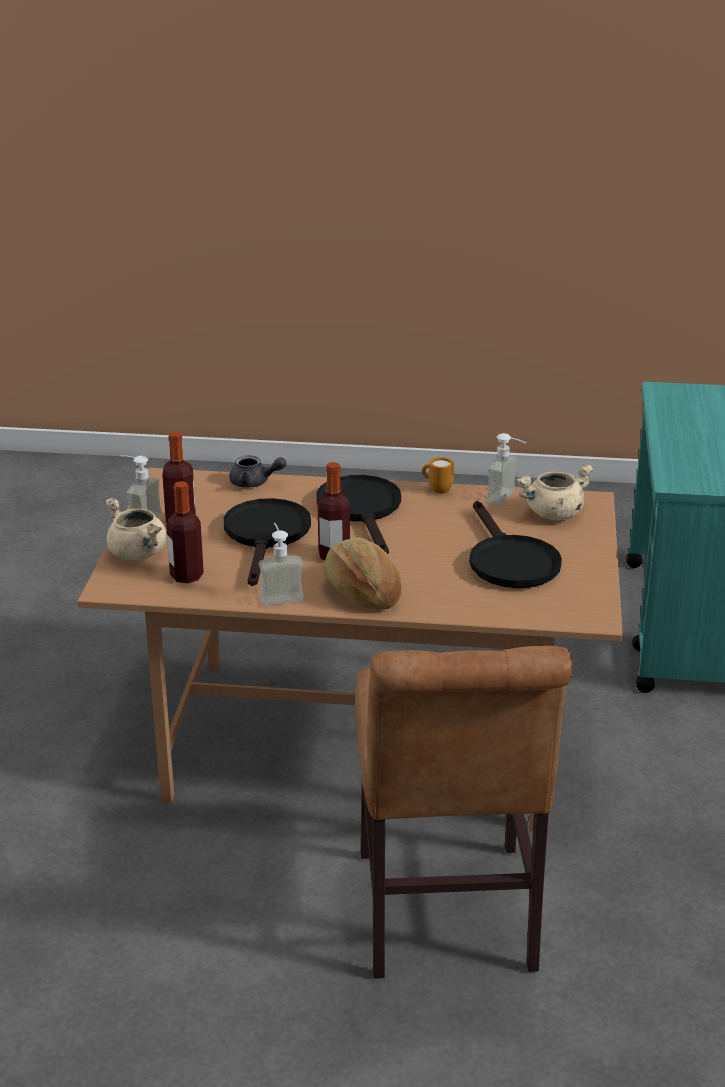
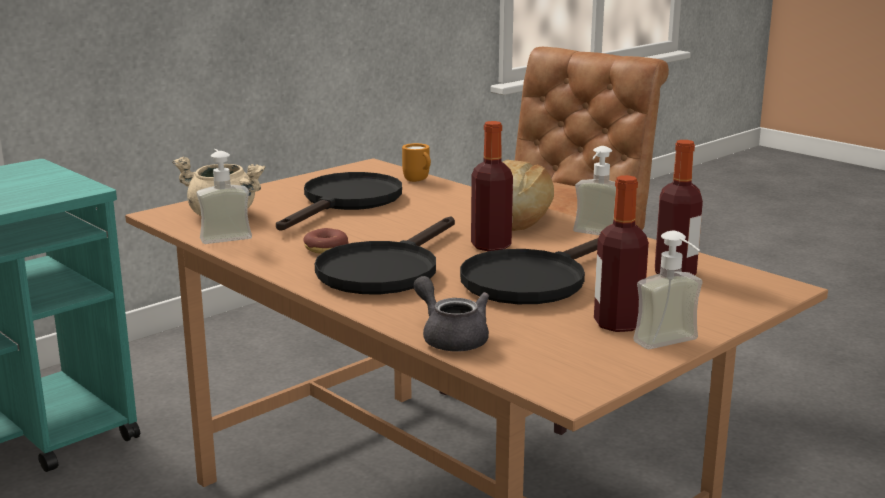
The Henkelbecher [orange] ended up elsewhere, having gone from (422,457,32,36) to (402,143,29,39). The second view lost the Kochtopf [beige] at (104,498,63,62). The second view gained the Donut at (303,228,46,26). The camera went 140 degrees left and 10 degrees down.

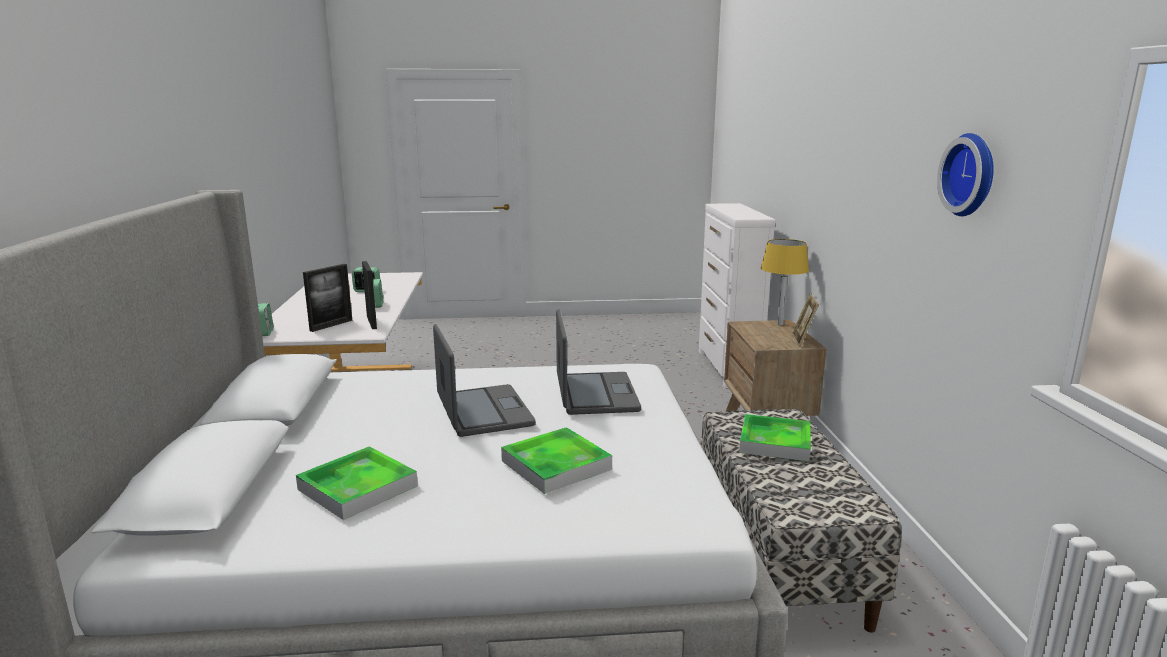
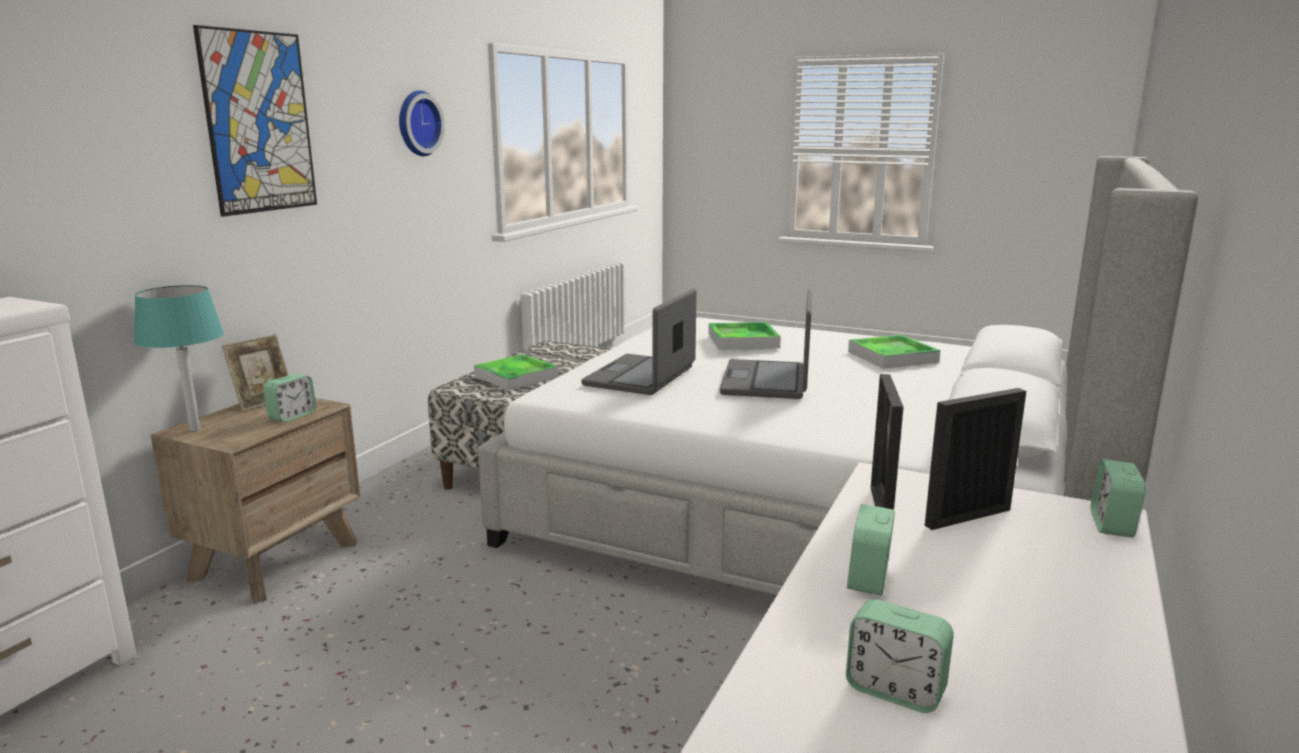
What was the Tischlampe [gelb] at (761,239,48,86) turned into the Tischlampe [türkis] at (134,285,90,146). The second view gained the Bild at (193,25,124,192). The second view gained the Wecker at (263,374,53,48). The camera went 150 degrees left and 0 degrees up.

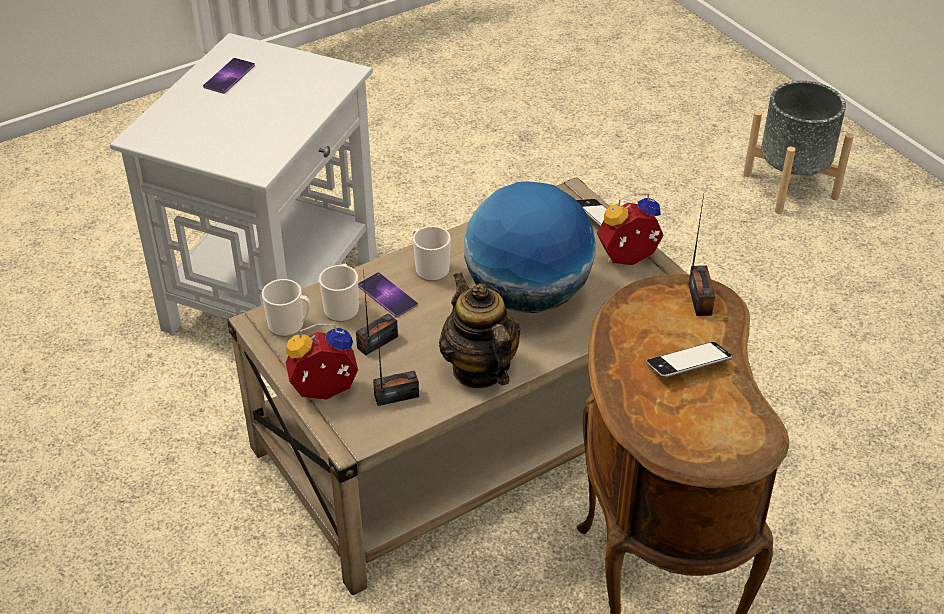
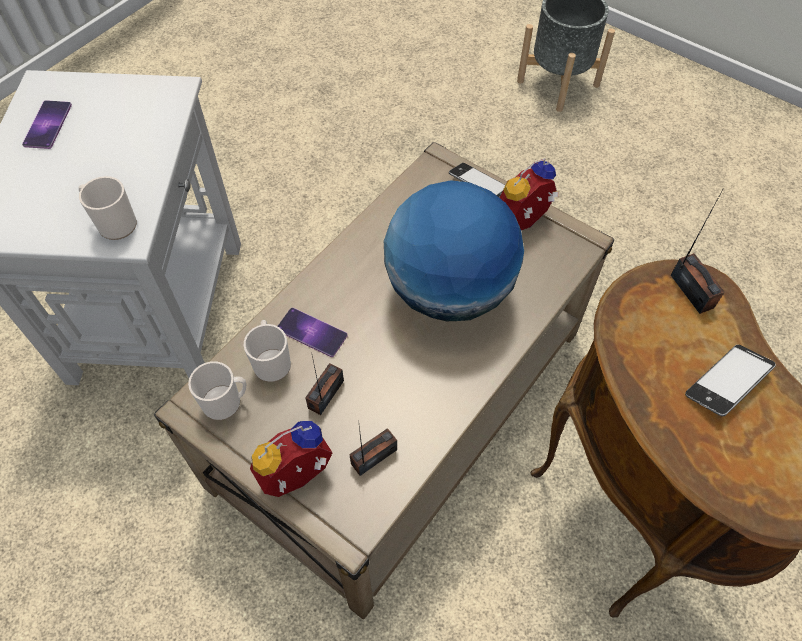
The Henkelbecher ended up elsewhere, having gone from (413,226,38,56) to (78,176,59,64). The second view lost the Teekanne at (439,272,82,116). The camera went 20 degrees left and 15 degrees up.

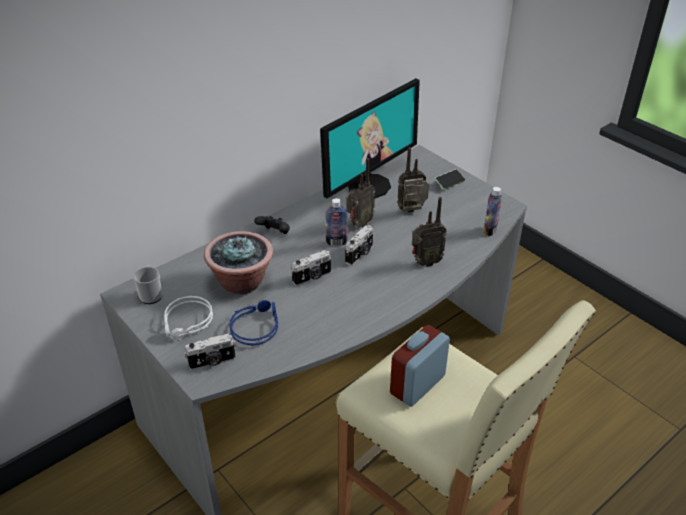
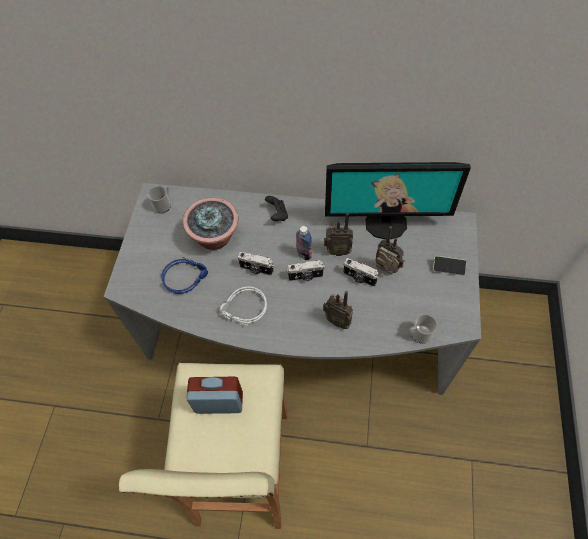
Where the Flasche stood at (484,187,18,49), the Henkelbecher came to stand at (410,314,28,30). The Kopfhörer [grau] ended up elsewhere, having gone from (164,296,49,44) to (219,286,48,40). The Kamera ended up elsewhere, having gone from (184,333,52,37) to (343,258,36,29). The camera went 50 degrees right and 20 degrees up.

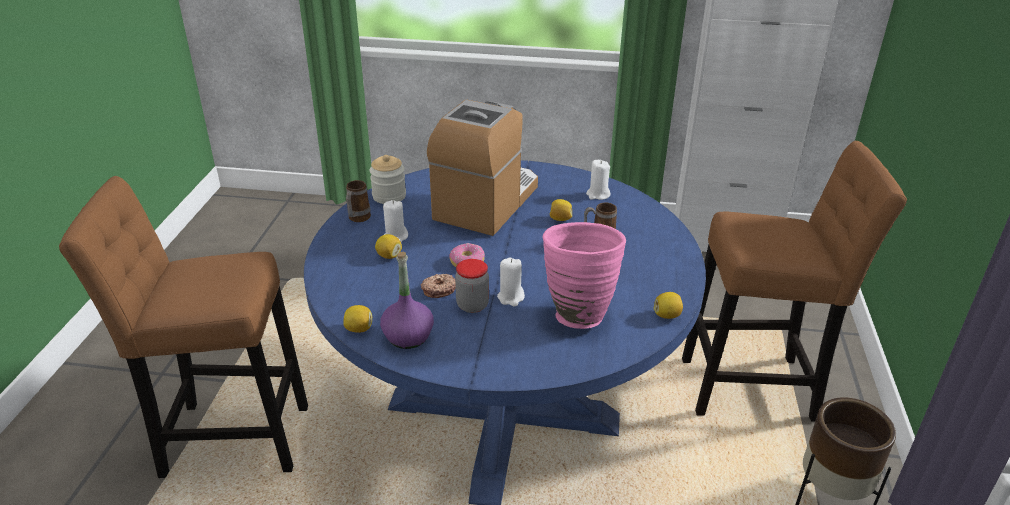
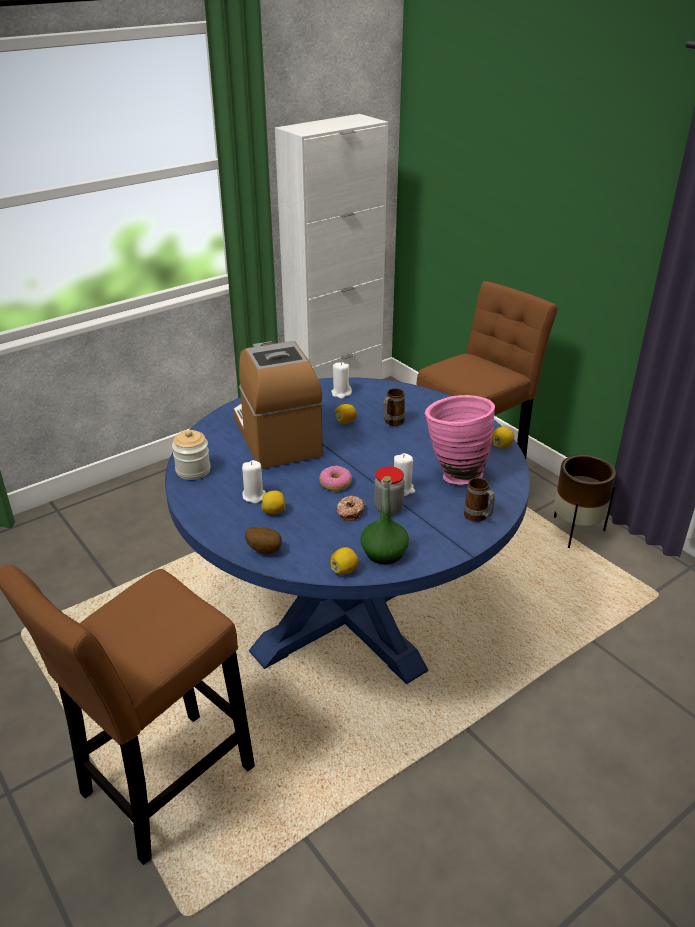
The Henkelbecher ended up elsewhere, having gone from (346,180,25,42) to (464,478,31,44). What was the Flasche [lila] at (380,252,54,97) turned into the Flasche [grün] at (360,476,49,88). The second view gained the Kartoffel at (245,527,37,27). The camera went 45 degrees left and 0 degrees up.

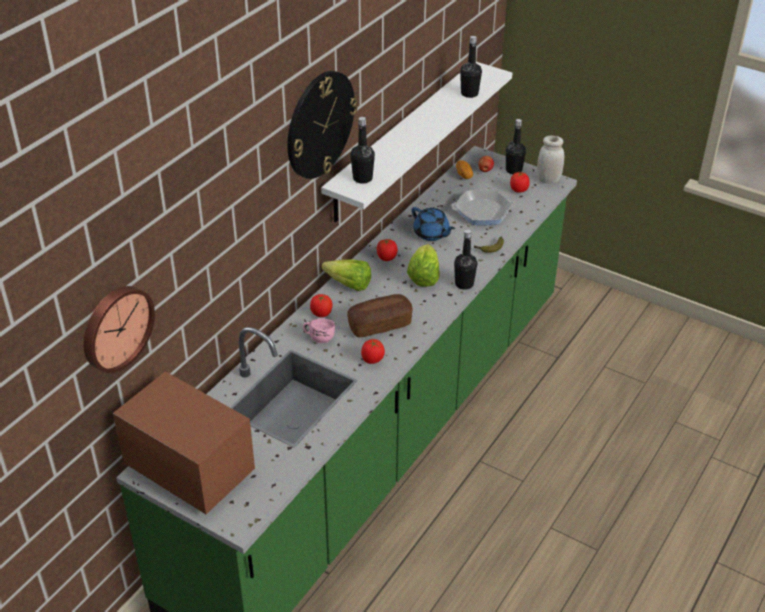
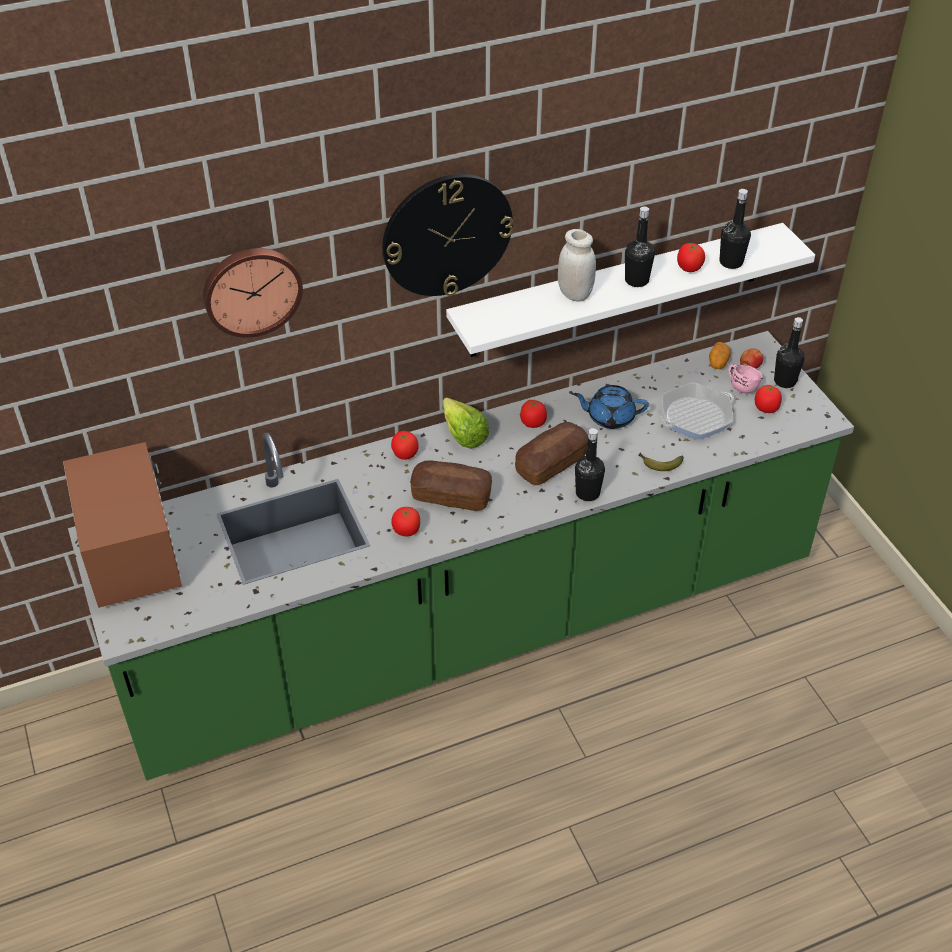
The Flasche [schwarz] ended up elsewhere, having gone from (350,117,25,67) to (625,206,30,81). The Vorratsglas [weiß] ended up elsewhere, having gone from (537,135,27,49) to (558,229,38,72). The Pfanne at (451,190,65,35) ended up facing another way, 60 degrees counterclockwise from before. The Teekanne [blau] at (412,207,43,34) ended up facing another way, 105 degrees clockwise from before. Where the Salatkopf stood at (407,244,33,43), the Brot came to stand at (515,422,73,63). The Wanduhr ended up elsewhere, having gone from (83,286,72,87) to (203,248,100,90). The Henkelbecher [rosa] ended up elsewhere, having gone from (303,318,32,25) to (728,364,34,30). The second view gained the Tomate at (677,243,28,29). The camera went 35 degrees right and 5 degrees up.

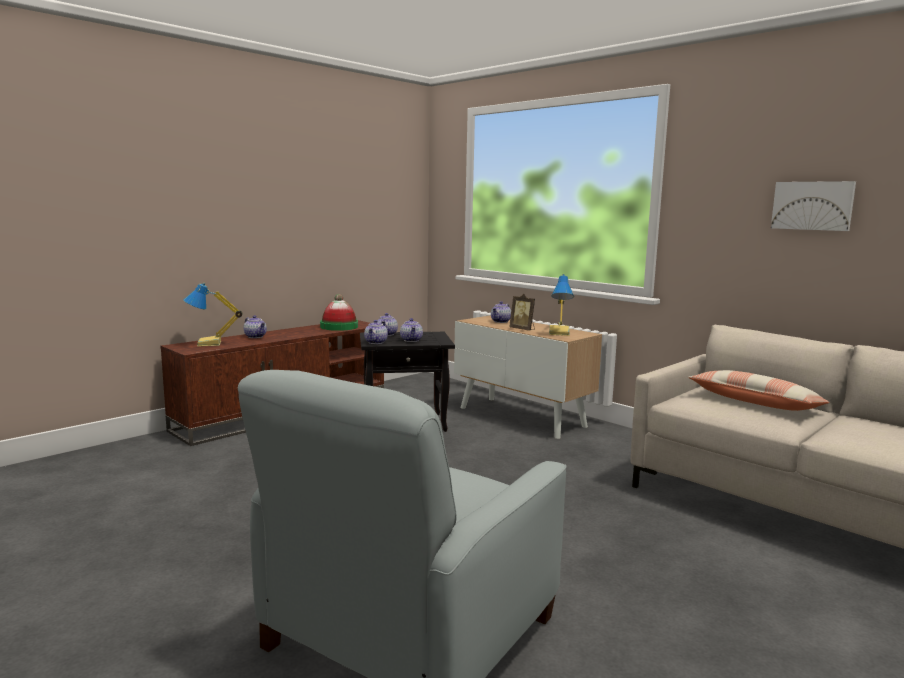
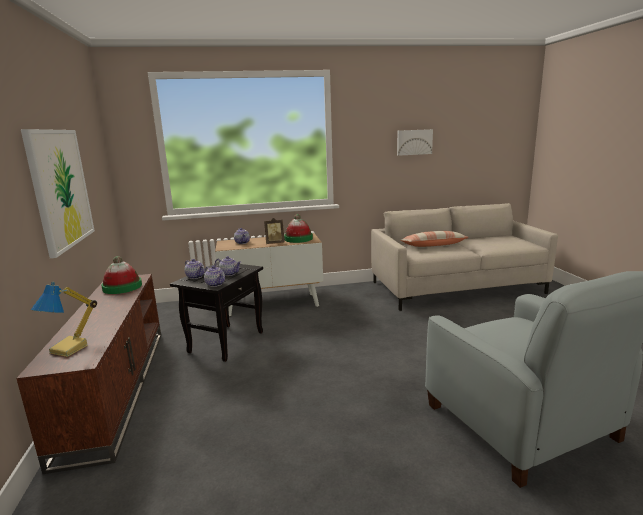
Where the Tischlampe stood at (549,274,25,62), the Hut came to stand at (284,214,29,29). The second view lost the Teekanne at (244,315,23,23). The second view gained the Bild at (21,129,74,129). The camera went 55 degrees left and 5 degrees up.

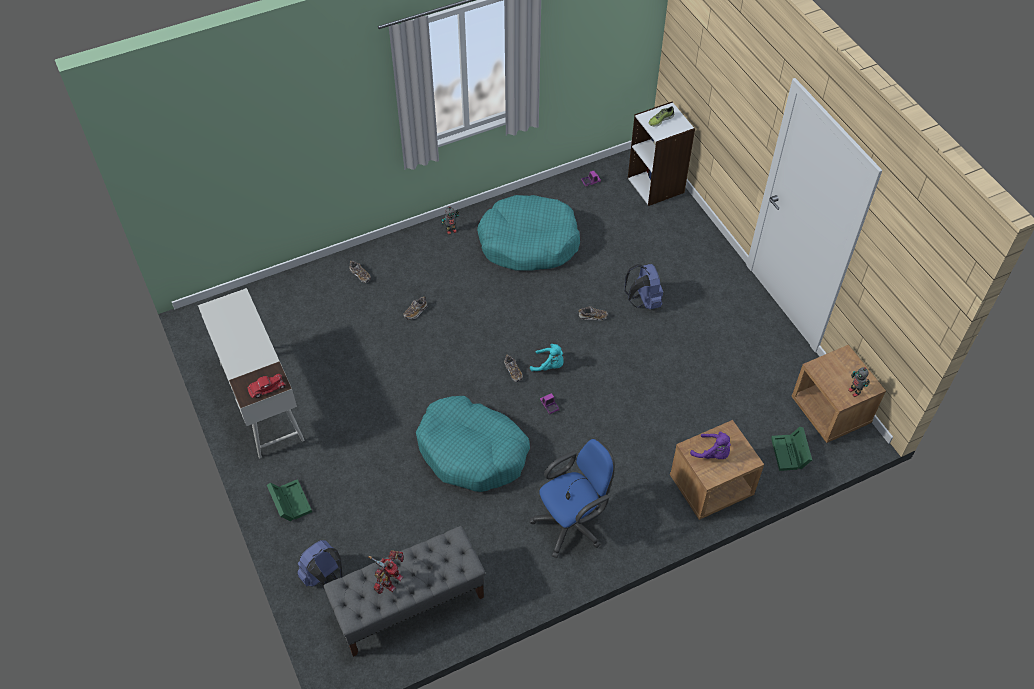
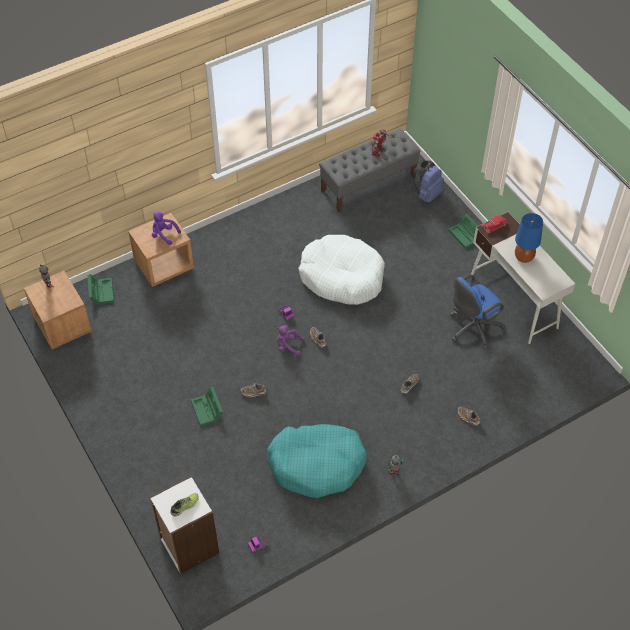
Where the Rucksack [blau] stood at (625,264,38,45), the Aufbewahrungsbox [grün] came to stand at (191,387,32,40). What was the Plüschtier [türkis] at (530,344,34,27) turned into the Plüschtier [lila] at (277,325,28,31). What was the Hundebett [türkis] at (416,396,114,96) turned into the Hundebett [weiß] at (299,235,86,70). The Bürostuhl [blau] ended up elsewhere, having gone from (530,439,85,119) to (450,274,55,75). The second view gained the Tischlampe [blau] at (515,213,28,50). The camera went 175 degrees right and 0 degrees up.

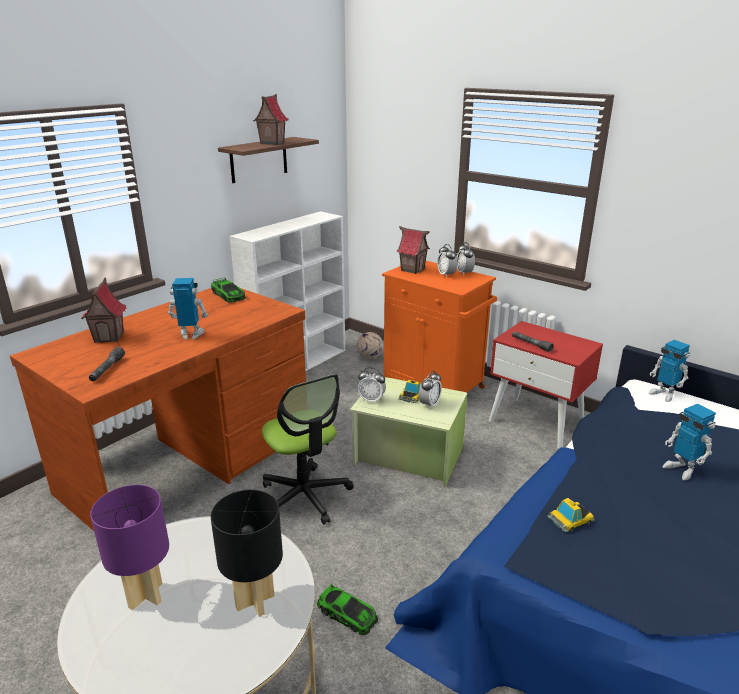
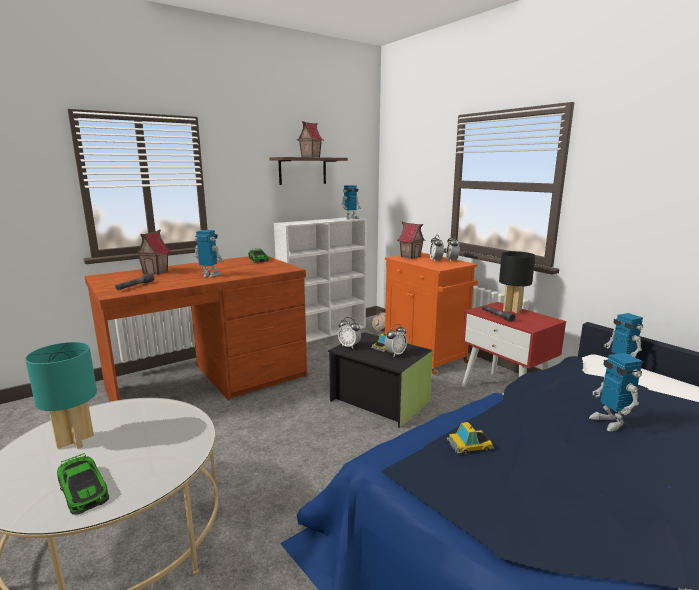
The second view lost the Bürostuhl at (262,374,92,151). What was the Aufbewahrungsbox [grün] at (350,377,117,110) turned into the Aufbewahrungsbox [schwarz] at (328,332,105,96). What was the Tischlampe [lila] at (90,485,79,125) turned into the Tischlampe [türkis] at (25,342,72,107). The Tischlampe [schwarz] ended up elsewhere, having gone from (211,490,72,127) to (499,251,36,63). The Spielzeugauto ended up elsewhere, having gone from (317,584,61,51) to (57,453,52,62). The second view gained the Spielzeugroboter at (341,185,20,35). The camera went 15 degrees right and 10 degrees down.

